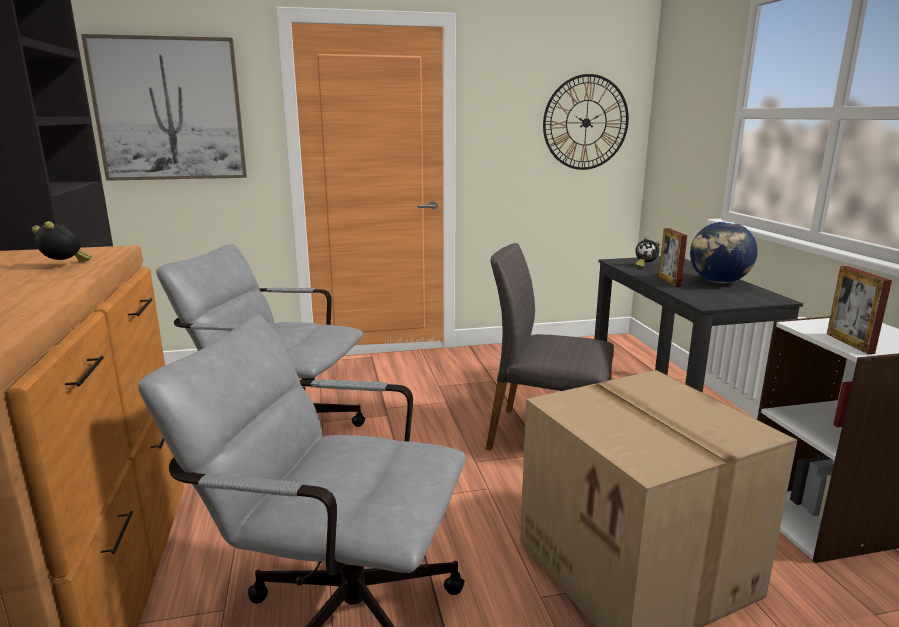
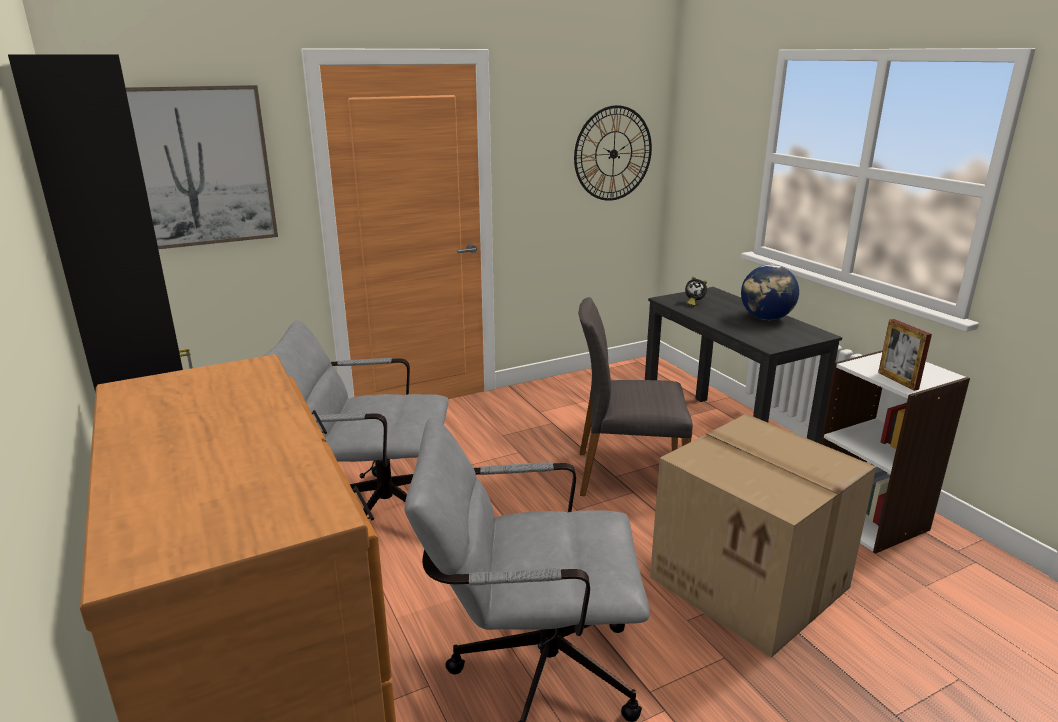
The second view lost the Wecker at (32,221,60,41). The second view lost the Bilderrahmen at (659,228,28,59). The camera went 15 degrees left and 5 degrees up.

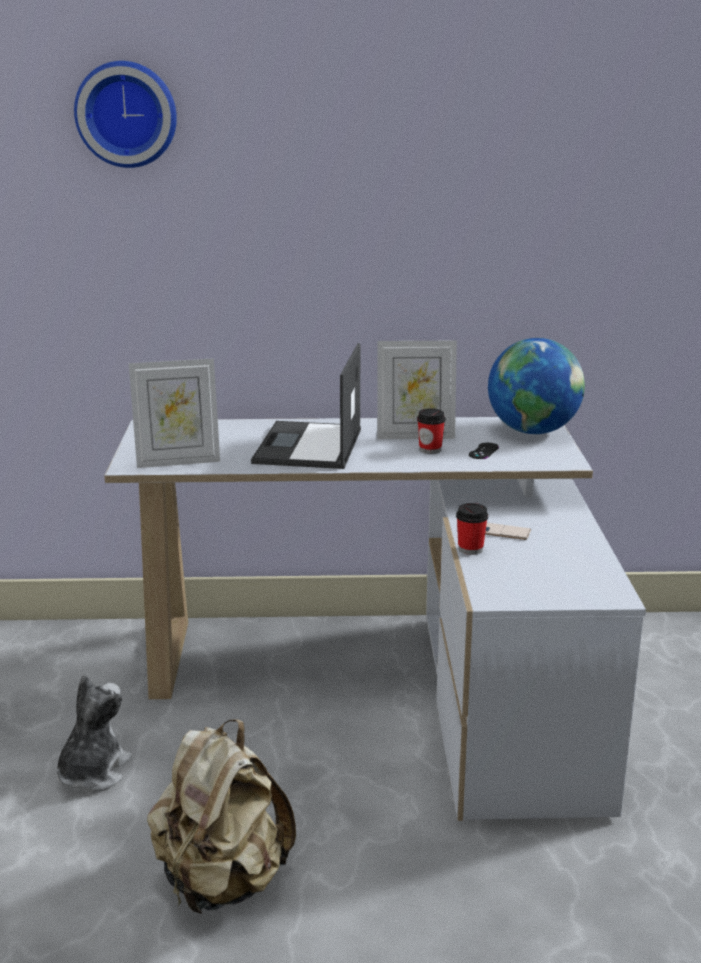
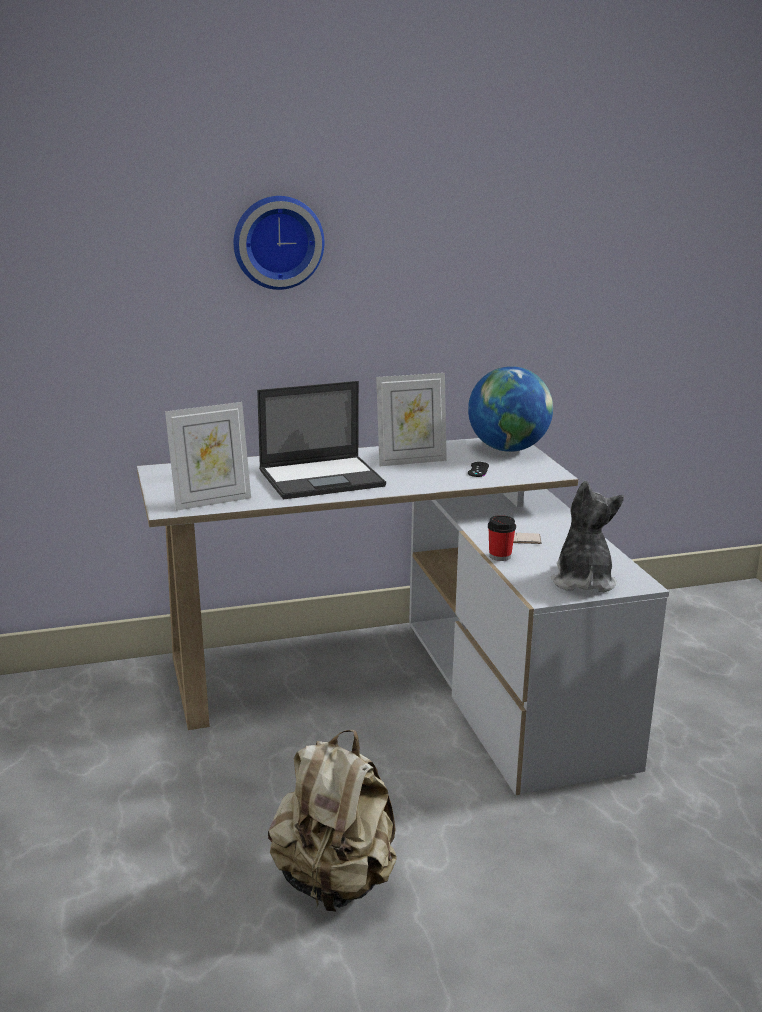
The Wanduhr ended up elsewhere, having gone from (74,61,103,107) to (234,196,90,94). The Laptop at (251,343,110,126) ended up facing another way, 105 degrees counterclockwise from before. The second view lost the Tasse at (417,408,29,46). The Plüschtier ended up elsewhere, having gone from (57,675,75,117) to (551,481,73,111). The camera went 15 degrees left and 0 degrees up.

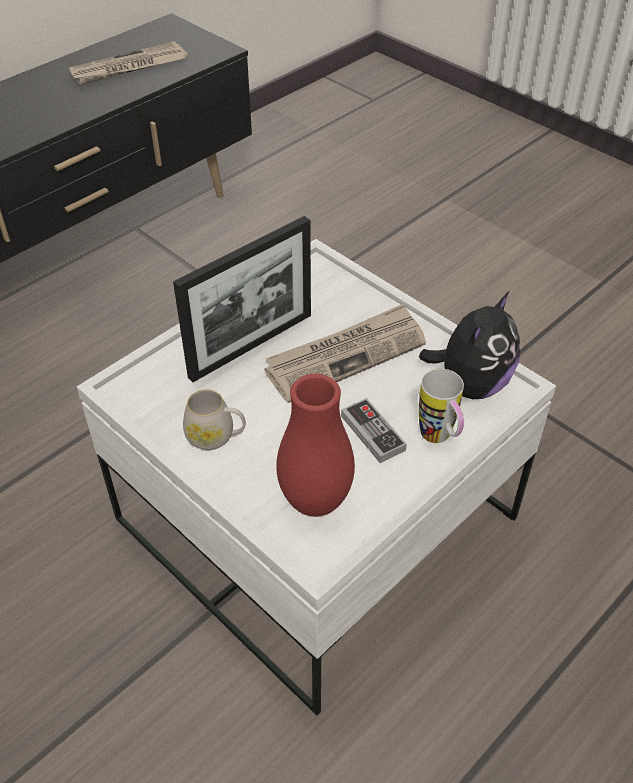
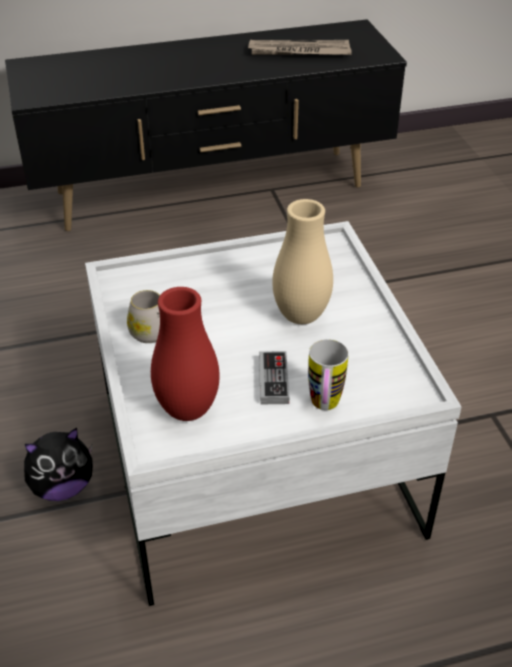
The second view lost the Bilderrahmen at (173,216,138,166). The Plüschtier ended up elsewhere, having gone from (419,292,101,107) to (24,428,69,73). Where the Zeitung stood at (264,304,162,99), the Vase [beige] came to stand at (272,199,61,125). The camera went 30 degrees right and 5 degrees down.

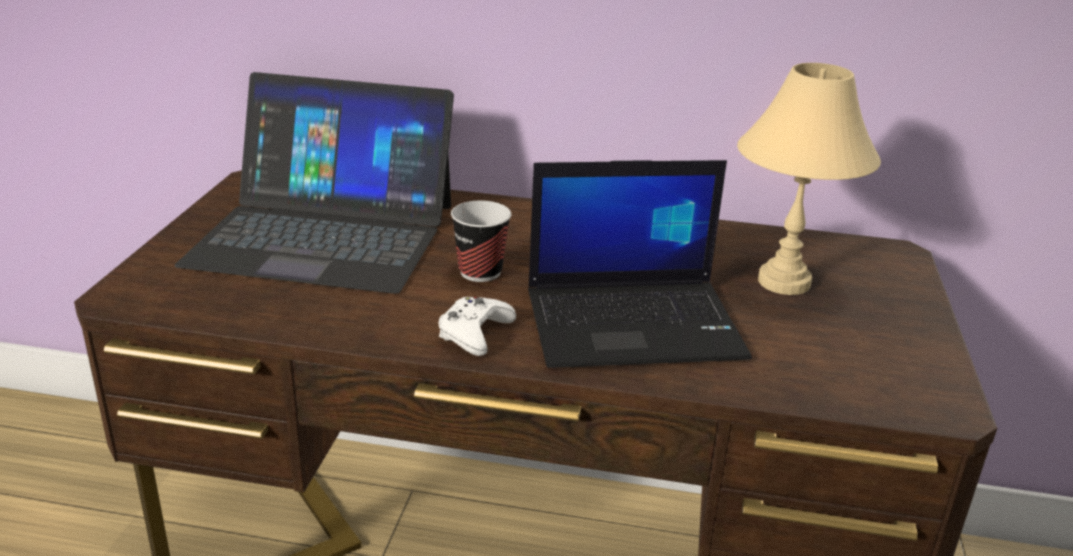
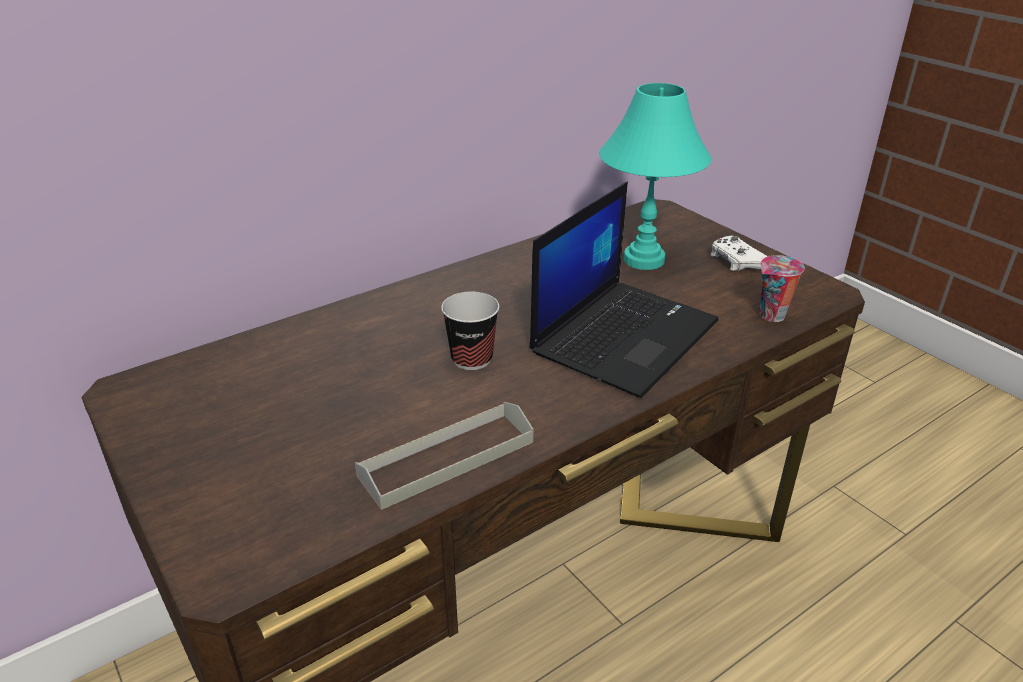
What was the Tischlampe [beige] at (737,63,144,232) turned into the Tischlampe [türkis] at (599,83,112,187). The second view lost the Laptop at (175,72,279,222). The Gamepad [weiß] ended up elsewhere, having gone from (439,297,77,59) to (711,236,56,35). The second view gained the Tasse at (760,255,45,67). The second view gained the Tablett [grau] at (355,402,178,108). The camera went 45 degrees left and 5 degrees up.

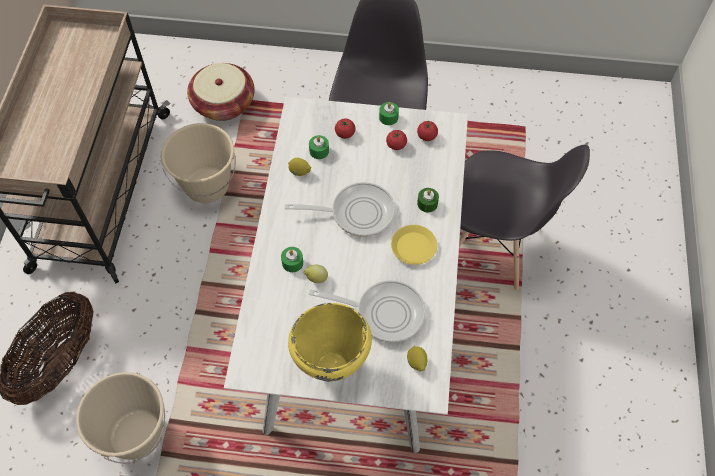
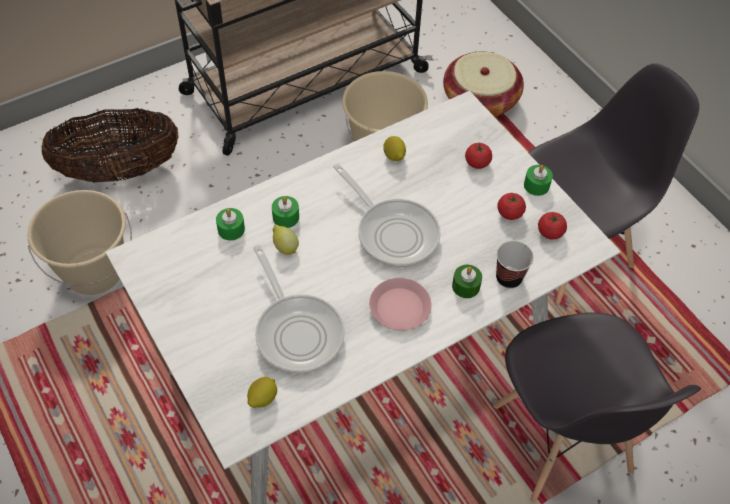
The Kerze [grün] ended up elsewhere, having gone from (309,135,20,24) to (216,208,29,32). What was the Teller [gelb] at (391,225,46,40) turned into the Teller [rosa] at (369,278,63,53). The second view lost the Kochtopf [gelb] at (288,303,84,79). The second view gained the Tasse at (496,241,38,48). The camera went 50 degrees right and 5 degrees down.

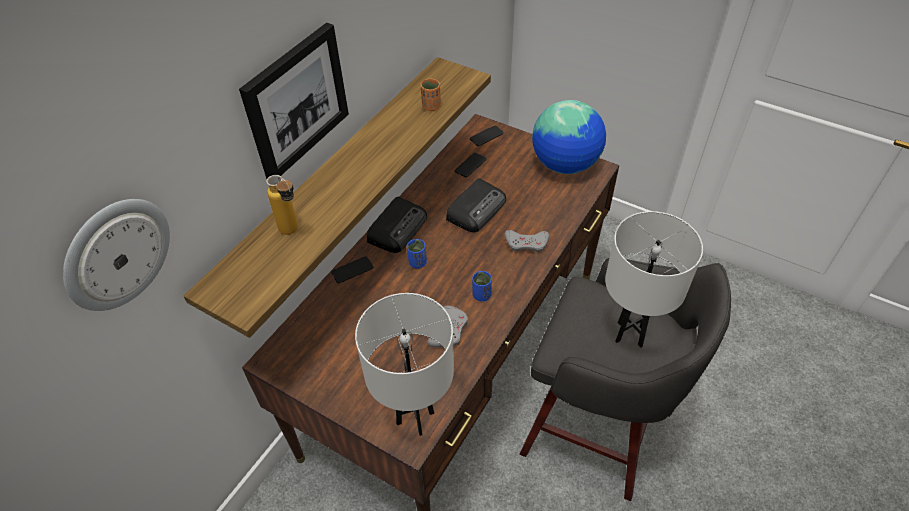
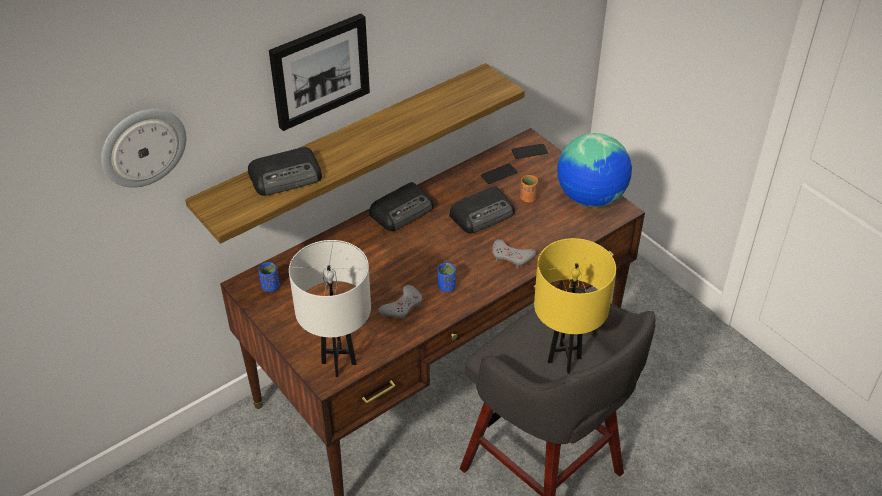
The Tasse [orange] ended up elsewhere, having gone from (421,79,20,32) to (520,175,18,27). Where the Flasche stood at (266,175,32,60), the Radio came to stand at (248,147,74,49). What was the Tischlampe [weiß] at (605,211,98,137) turned into the Tischlampe [gelb] at (534,238,82,136). The Tasse [blau] ended up elsewhere, having gone from (407,239,20,29) to (258,262,21,30). The second view lost the Handy at (331,256,42,27). The camera went 20 degrees right and 5 degrees down.

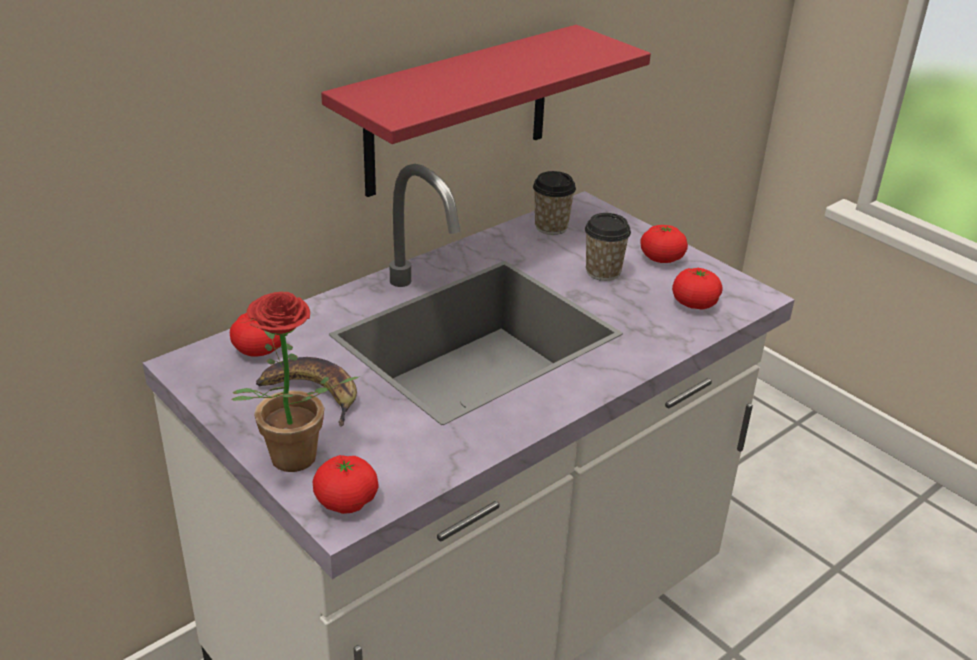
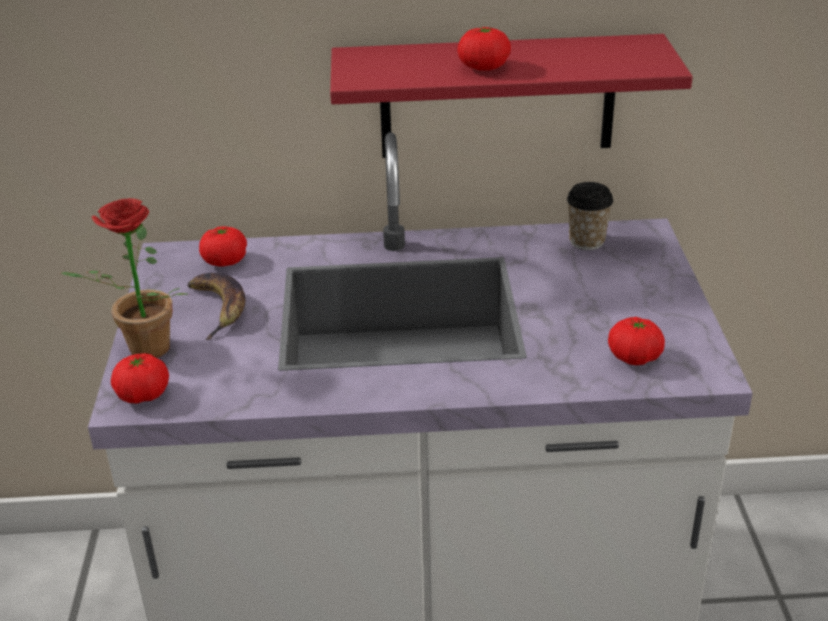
The second view lost the Tasse at (585,213,46,68). The Tomate ended up elsewhere, having gone from (640,225,48,38) to (457,27,54,44). The camera went 40 degrees right and 0 degrees up.

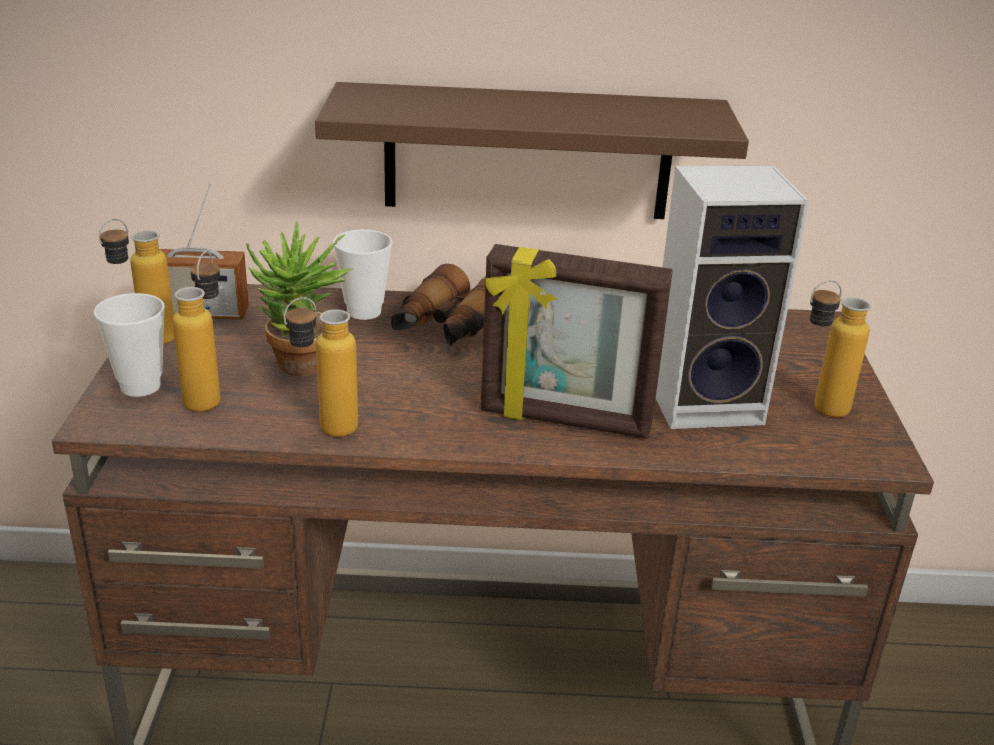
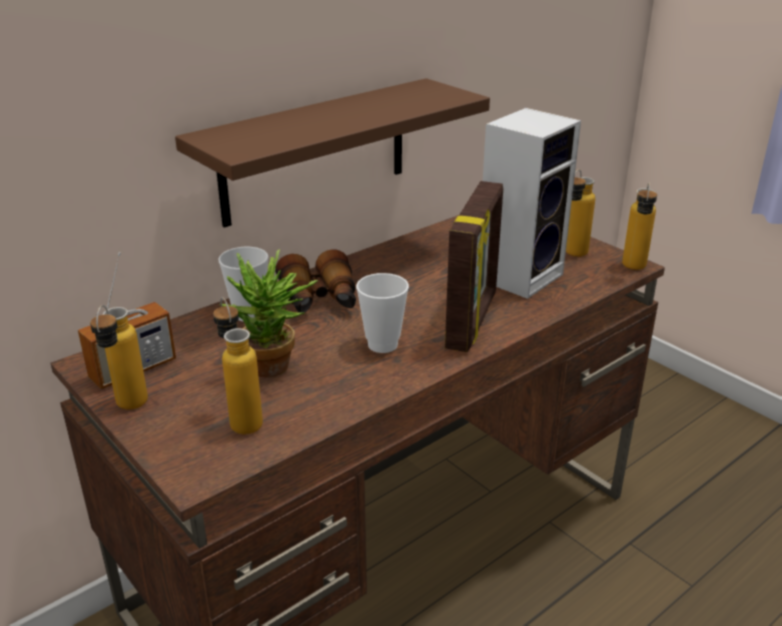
The Bilderrahmen at (481,244,192,195) ended up facing another way, 45 degrees counterclockwise from before. The Tasse ended up elsewhere, having gone from (94,293,71,104) to (356,273,53,80). The Flasche ended up elsewhere, having gone from (284,297,74,140) to (622,182,35,88). The camera went 40 degrees left and 0 degrees up.

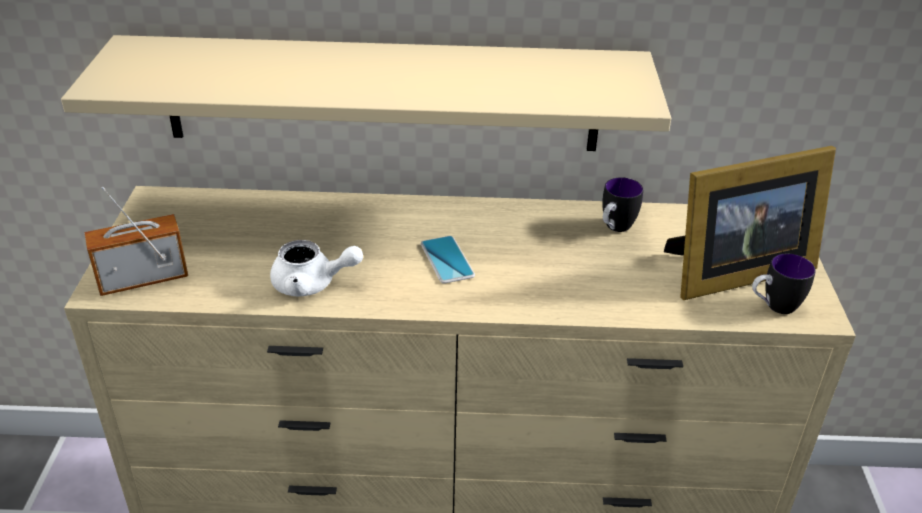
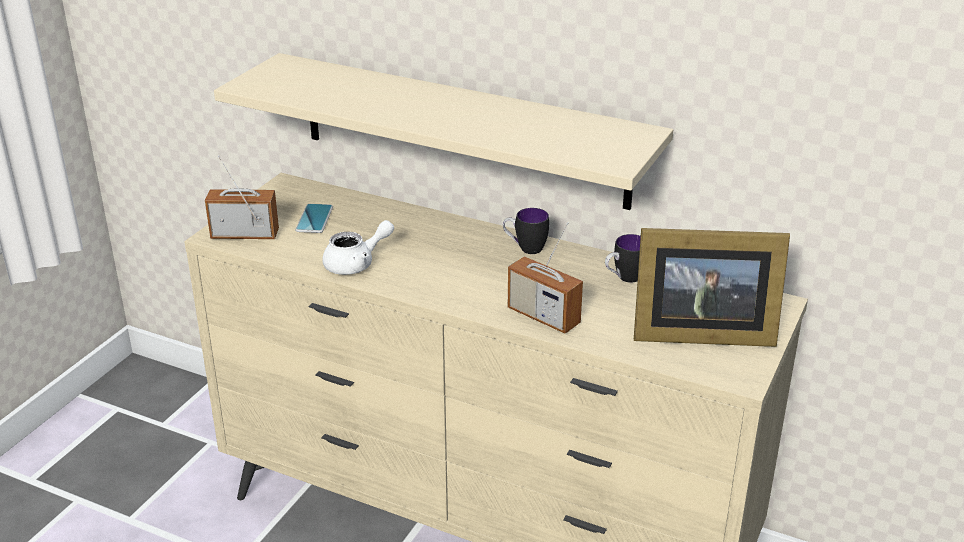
The Handy ended up elsewhere, having gone from (421,236,54,48) to (295,204,38,29). The Teekanne [weiß] at (270,240,93,56) ended up facing another way, 60 degrees counterclockwise from before. The Henkelbecher ended up elsewhere, having gone from (752,254,64,60) to (503,208,46,46). The second view gained the Radio at (508,222,75,112). The camera went 25 degrees right and 5 degrees down.

